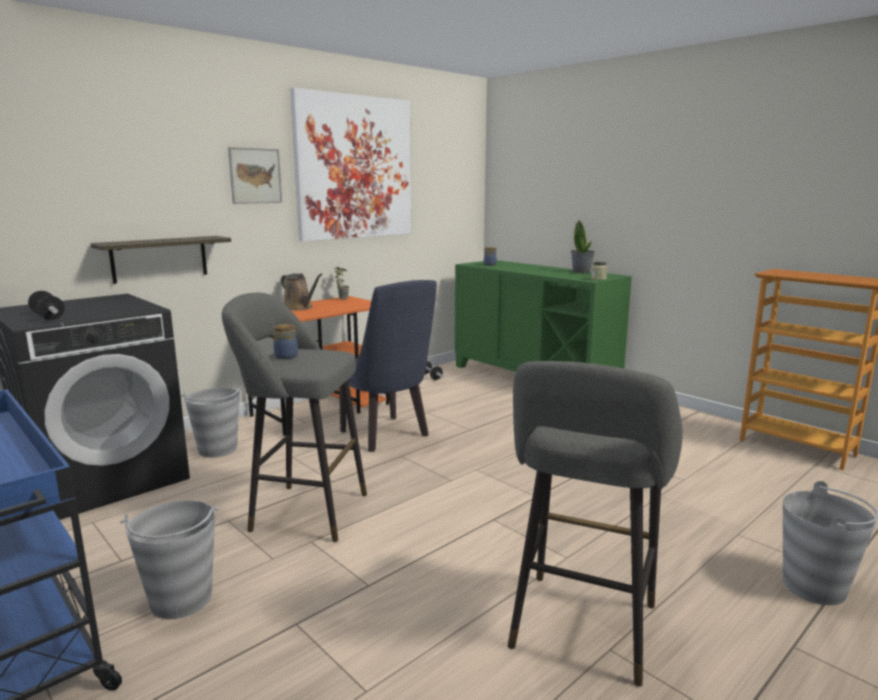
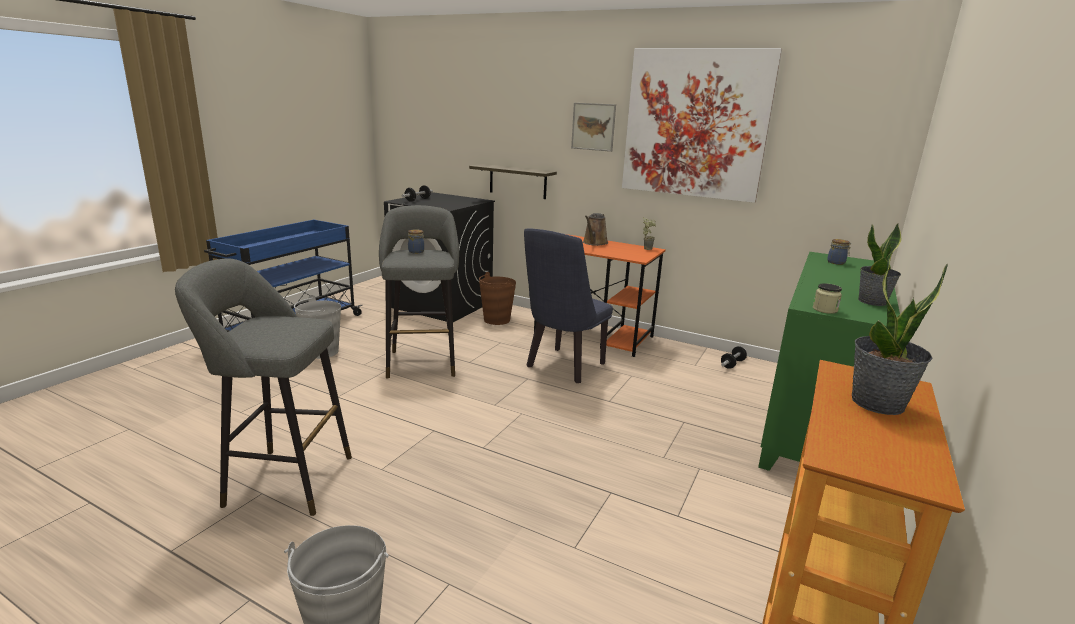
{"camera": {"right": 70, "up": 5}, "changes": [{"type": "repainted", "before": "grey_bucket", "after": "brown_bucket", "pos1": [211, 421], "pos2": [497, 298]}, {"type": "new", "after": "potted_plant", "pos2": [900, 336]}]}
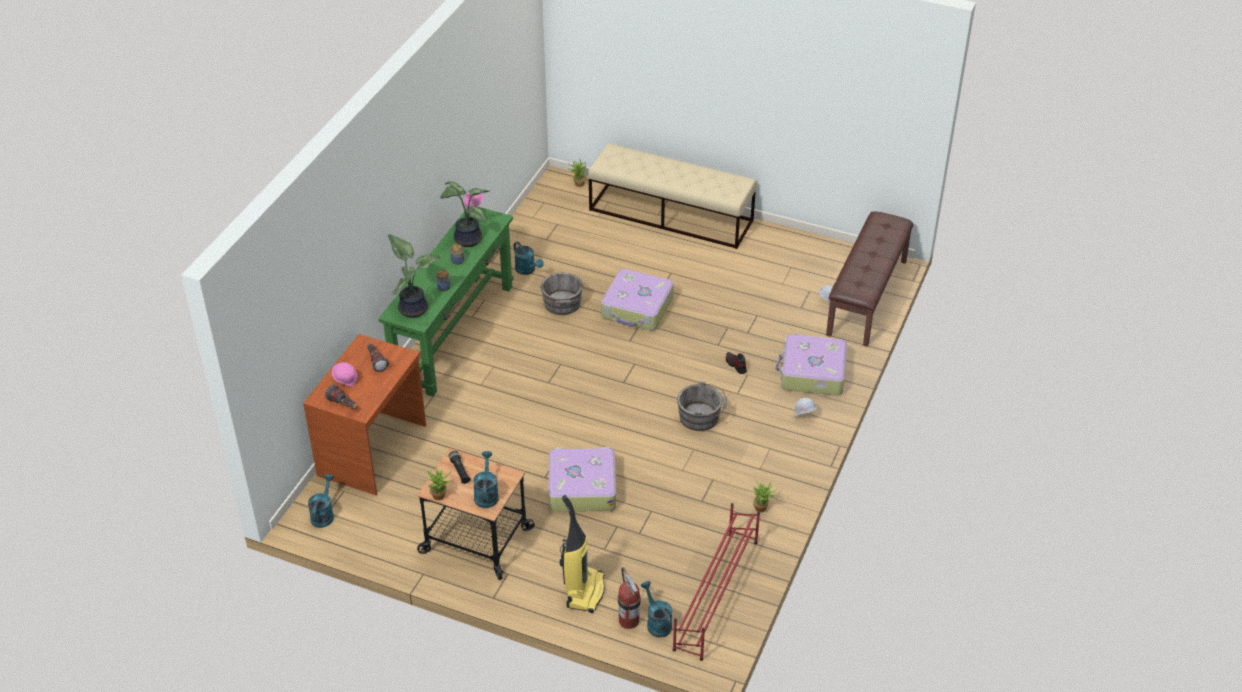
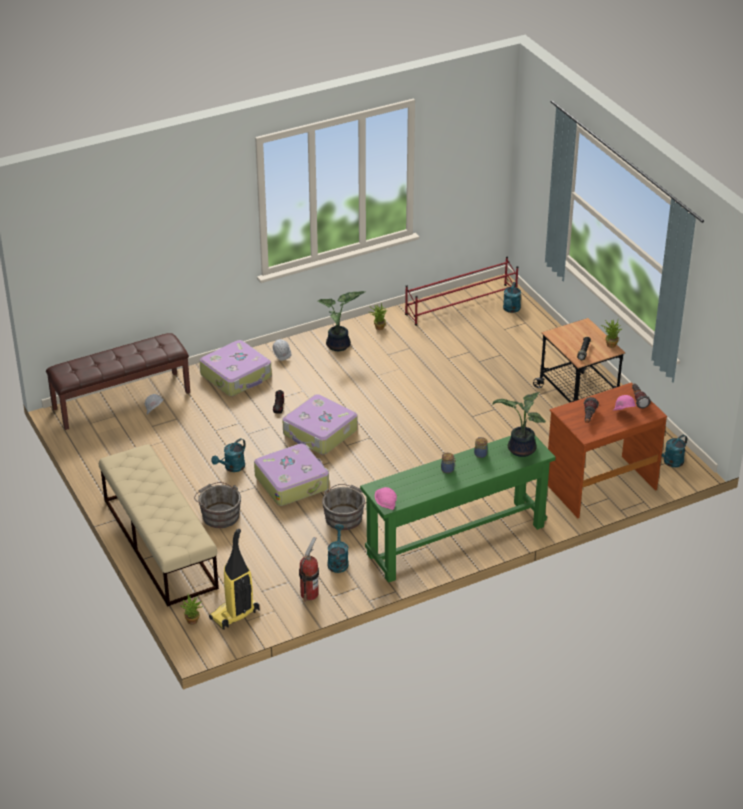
{"camera": {"right": -140, "up": -5}, "changes": [{"type": "shifted", "before": "grey_bucket", "pos1": [702, 406], "pos2": [217, 505]}, {"type": "shifted", "before": "vacuum_cleaner", "pos1": [582, 554], "pos2": [234, 579]}, {"type": "shifted", "before": "turquoise_watering_can", "pos1": [486, 479], "pos2": [228, 455]}, {"type": "shifted", "before": "suitcase", "pos1": [582, 479], "pos2": [320, 424]}, {"type": "shifted", "before": "fire_extinguisher", "pos1": [629, 598], "pos2": [309, 569]}, {"type": "shifted", "before": "potted_plant", "pos1": [464, 214], "pos2": [341, 321]}]}
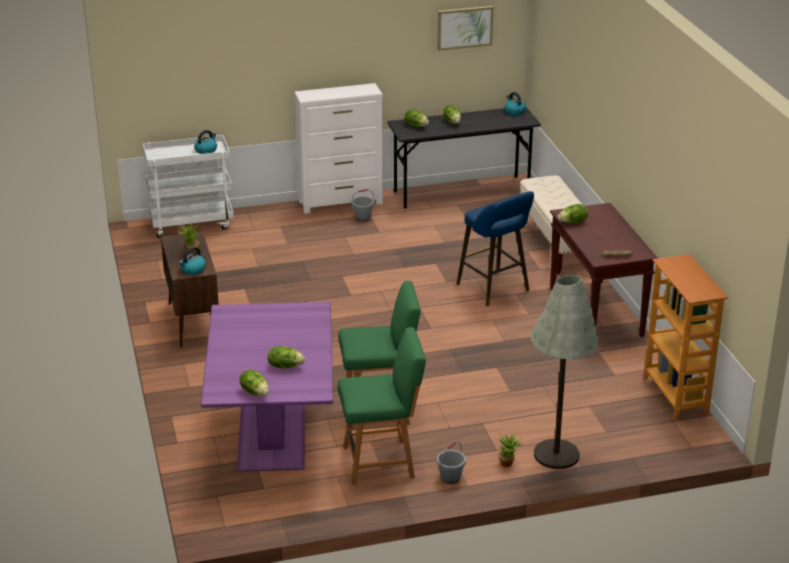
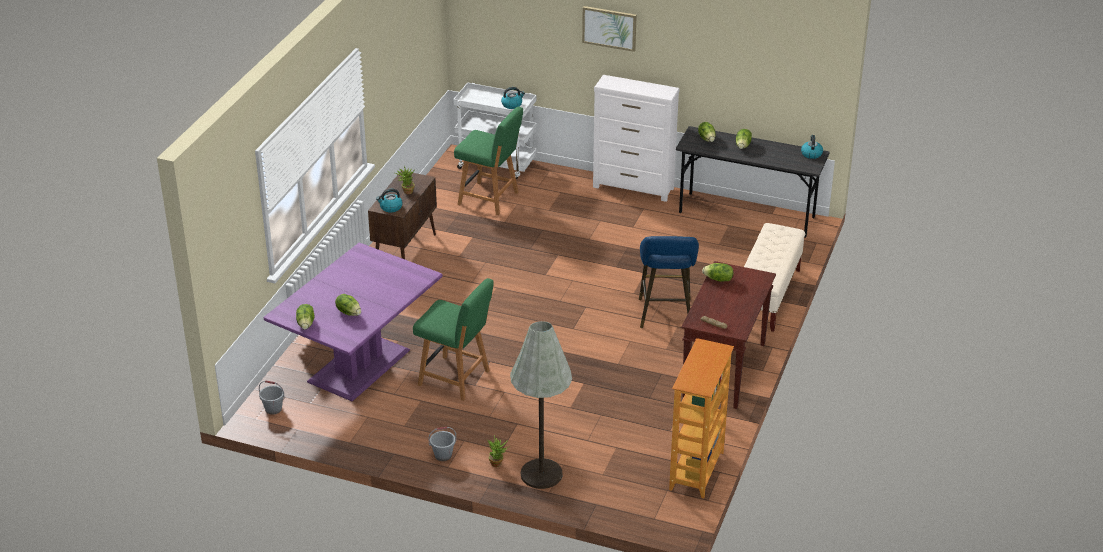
{"camera": {"right": 35, "up": 5}, "changes": [{"type": "shifted", "before": "grey_bucket", "pos1": [363, 205], "pos2": [272, 398]}, {"type": "shifted", "before": "green_chair", "pos1": [382, 406], "pos2": [488, 161]}, {"type": "shifted", "before": "picture", "pos1": [465, 28], "pos2": [609, 29]}]}
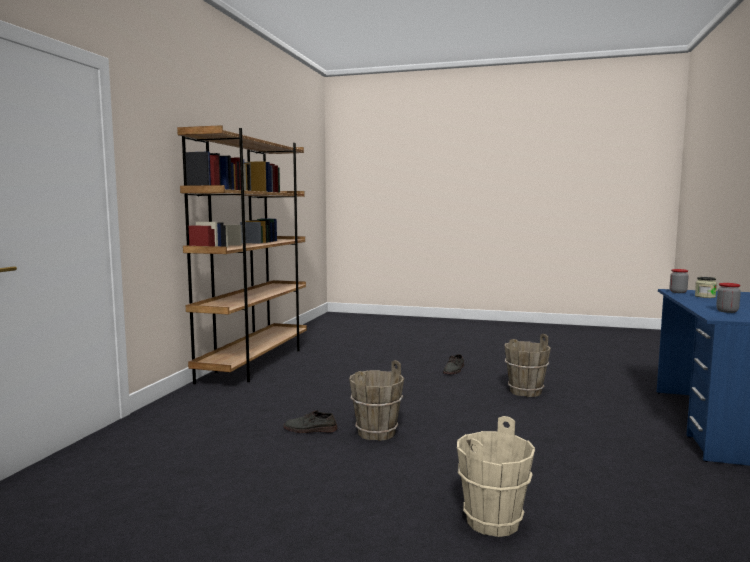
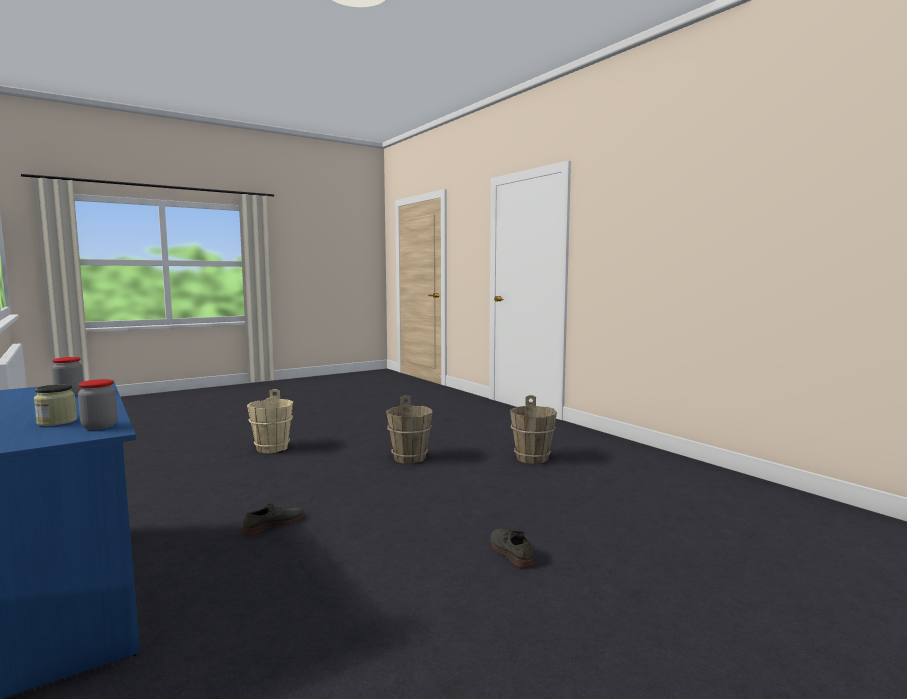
{"camera": {"right": 130, "up": 0}, "changes": [{"type": "shifted", "before": "grey_shoe", "pos1": [310, 421], "pos2": [274, 519]}, {"type": "shifted", "before": "brown_bucket", "pos1": [528, 365], "pos2": [533, 429]}, {"type": "gone", "before": "brown_bookcase", "pos1": [242, 254]}]}
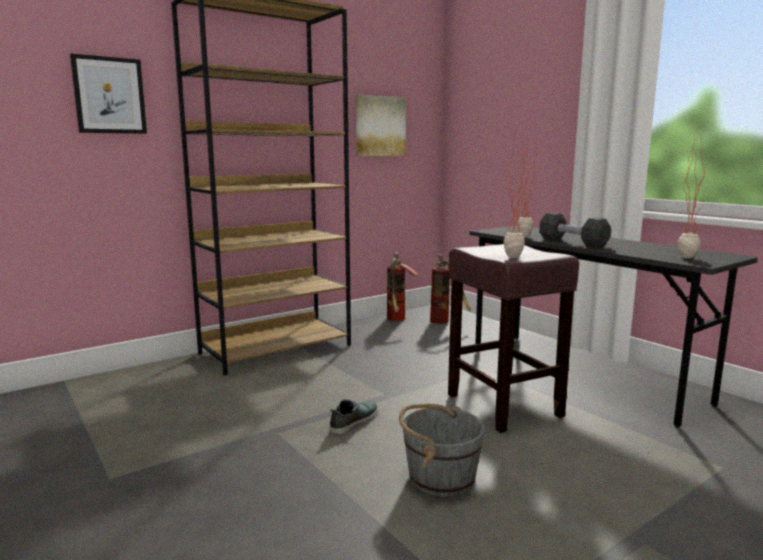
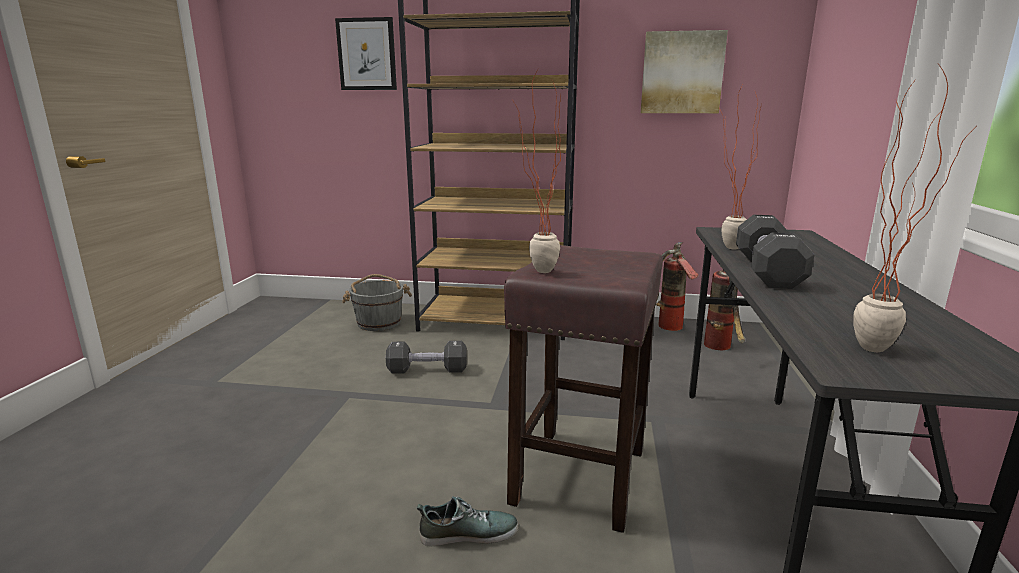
{"camera": {"right": 45, "up": 5}, "changes": [{"type": "shifted", "before": "grey_bucket", "pos1": [442, 450], "pos2": [377, 302]}, {"type": "new", "after": "black_dumbbell", "pos2": [426, 357]}, {"type": "shifted", "before": "shoe", "pos1": [354, 416], "pos2": [468, 521]}]}
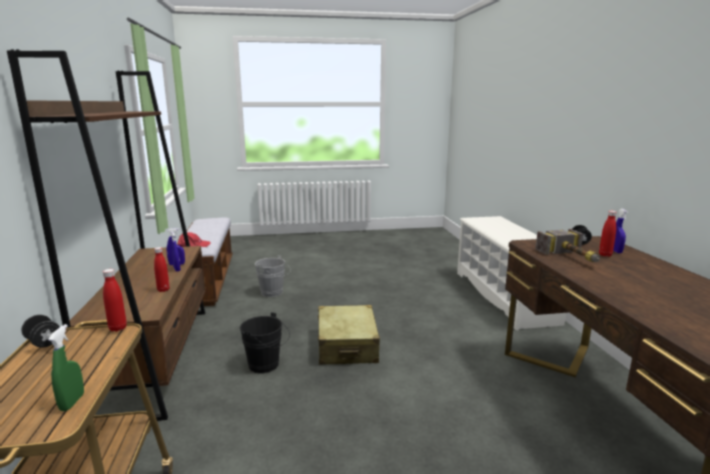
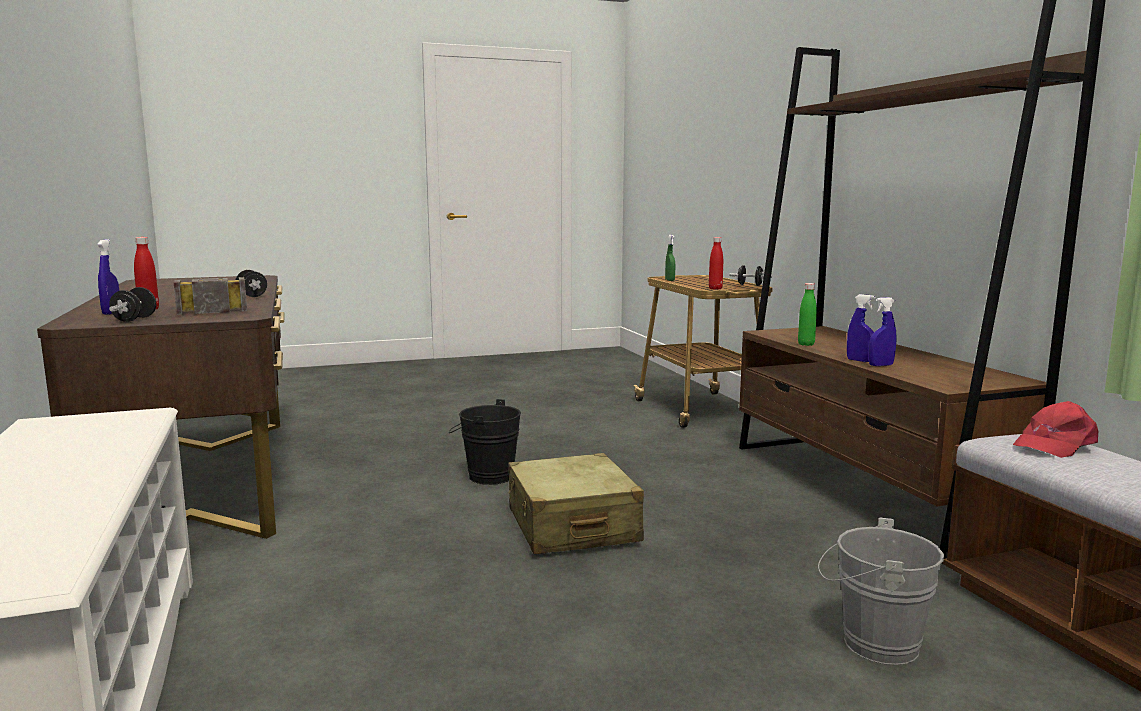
{"camera": {"right": 170, "up": -5}, "changes": [{"type": "new", "after": "black_dumbbell", "pos2": [251, 283]}, {"type": "shifted", "before": "black_bucket", "pos1": [265, 343], "pos2": [484, 442]}, {"type": "repainted", "before": "red_bottle", "after": "green_bottle", "pos1": [162, 269], "pos2": [807, 314]}]}
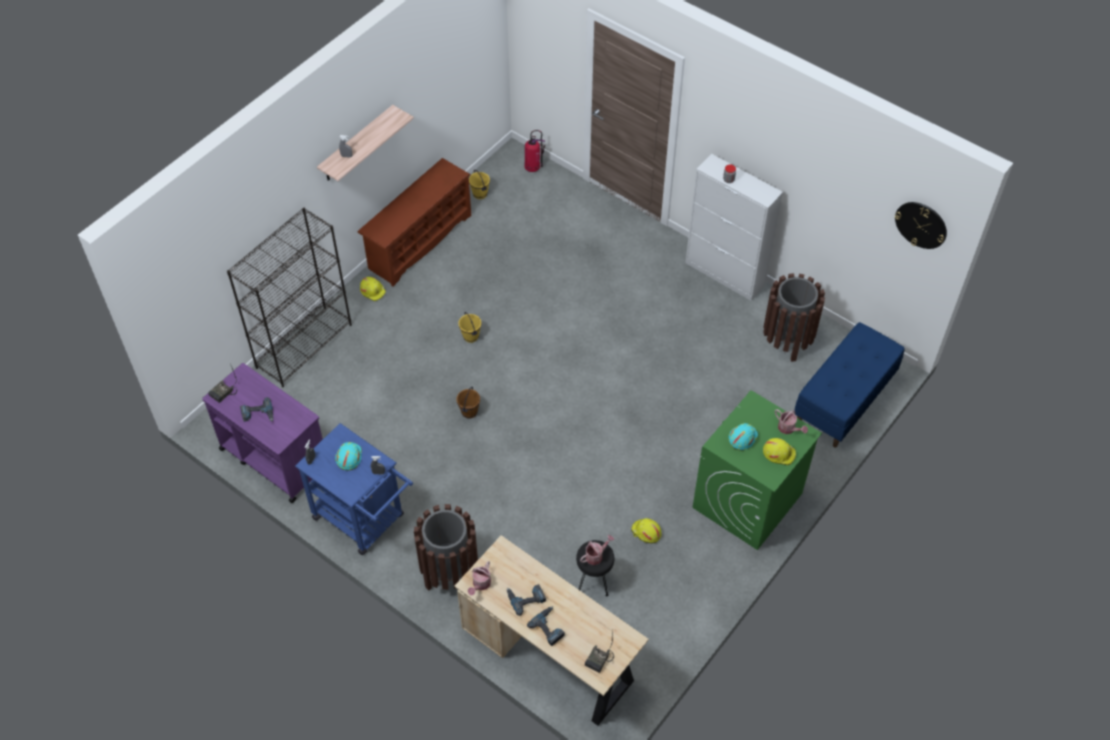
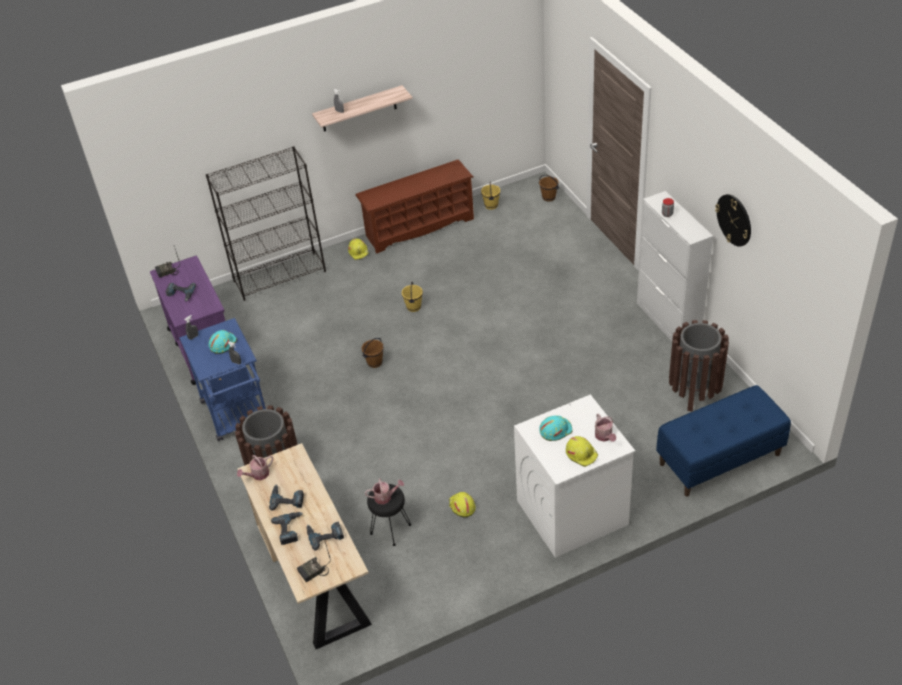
{"camera": {"right": 30, "up": -10}, "changes": [{"type": "new", "after": "power_drill", "pos2": [325, 536]}, {"type": "repainted", "before": "green_washing_machine", "after": "white_washing_machine", "pos1": [757, 470], "pos2": [574, 476]}, {"type": "swapped", "before": "fire_extinguisher", "after": "brown_bucket", "pos1": [534, 151], "pos2": [548, 188]}, {"type": "shifted", "before": "wall_clock", "pos1": [921, 225], "pos2": [733, 220]}]}
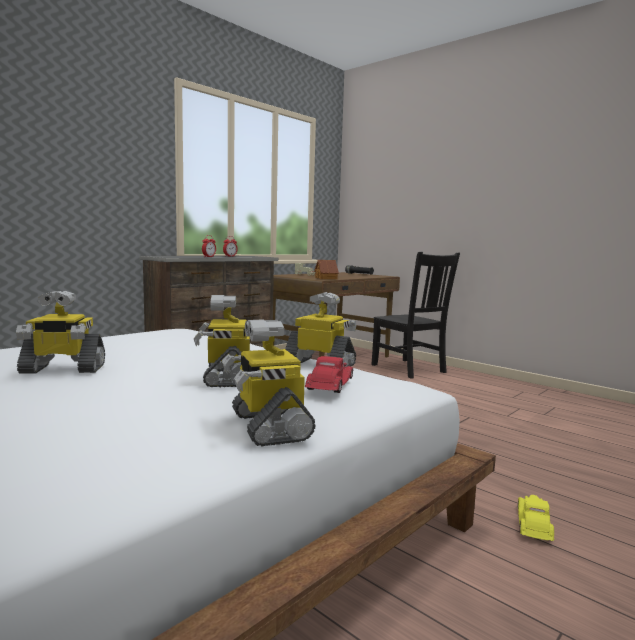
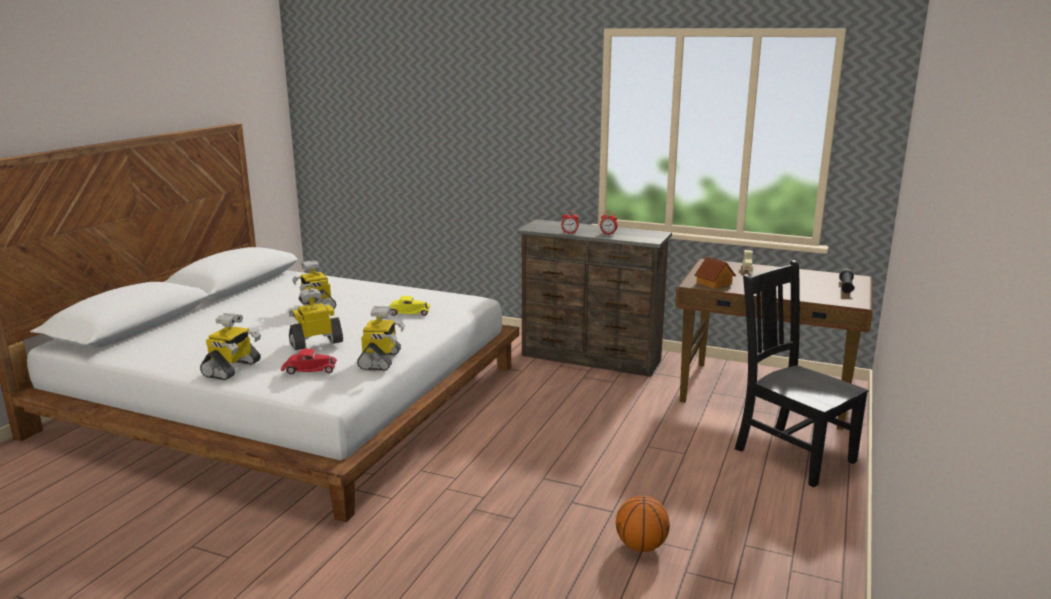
{"camera": {"right": 70, "up": 10}, "changes": [{"type": "rotated", "before": "toy_robot", "pos1": [268, 383], "pos2": [230, 346], "turn": 150}, {"type": "shifted", "before": "yellow_toy_car", "pos1": [536, 518], "pos2": [410, 306]}, {"type": "new", "after": "basketball", "pos2": [643, 524]}, {"type": "rotated", "before": "black_chair", "pos1": [415, 315], "pos2": [802, 374], "turn": 105}]}
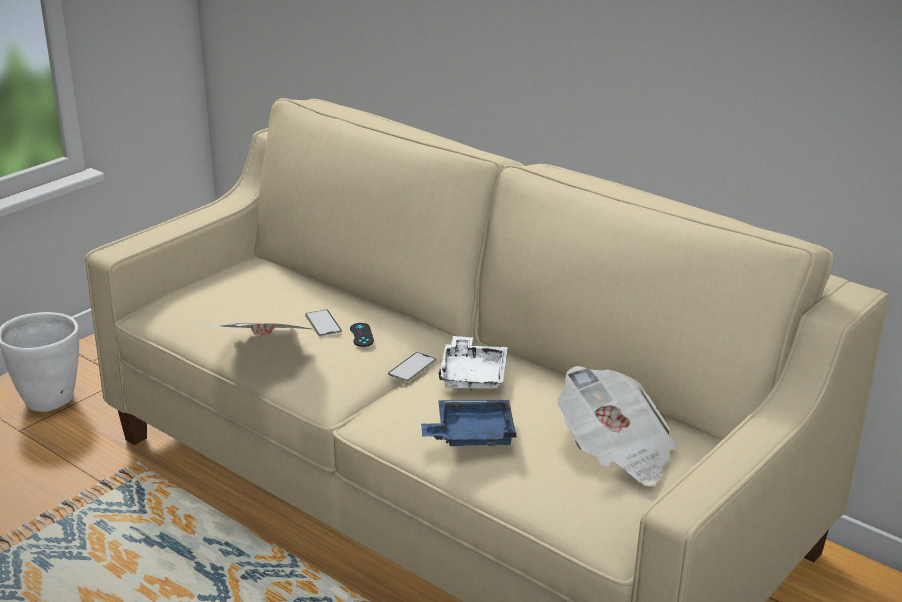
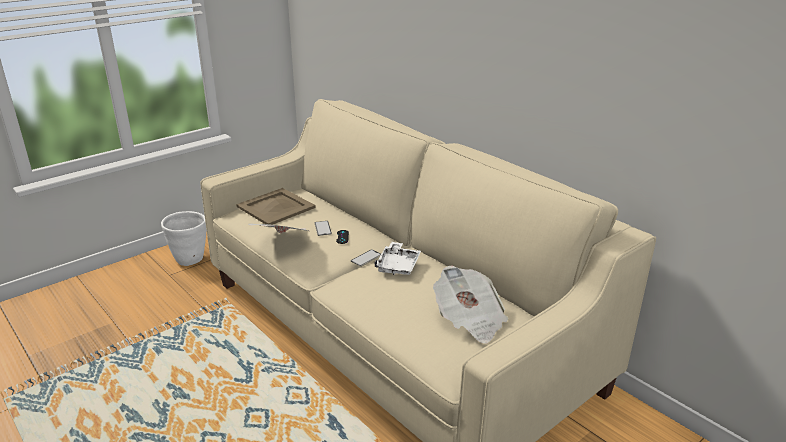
{"camera": {"right": 10, "up": 0}, "changes": [{"type": "new", "after": "beige_tray", "pos2": [276, 206]}, {"type": "gone", "before": "blue_tray", "pos1": [469, 423]}]}
